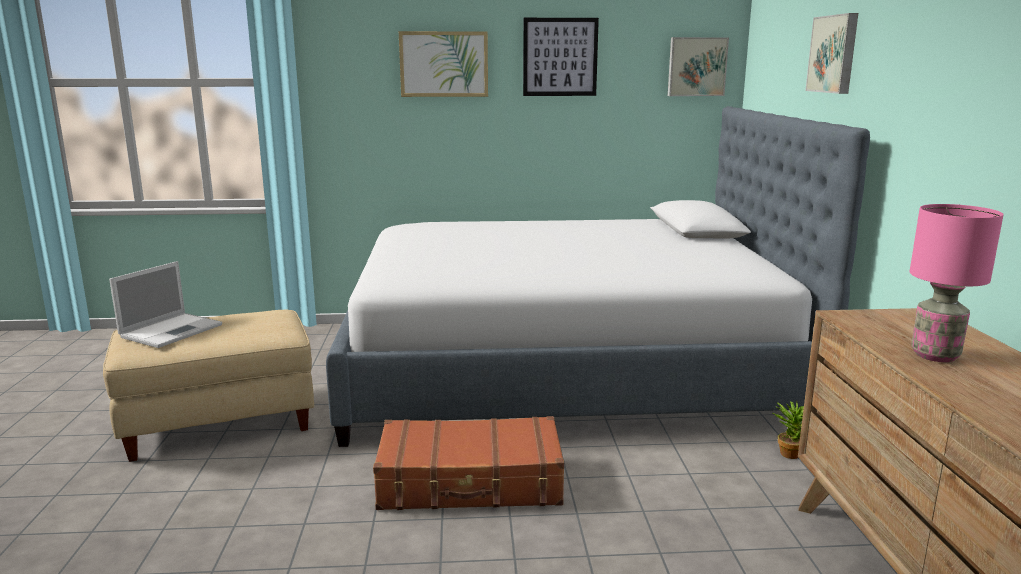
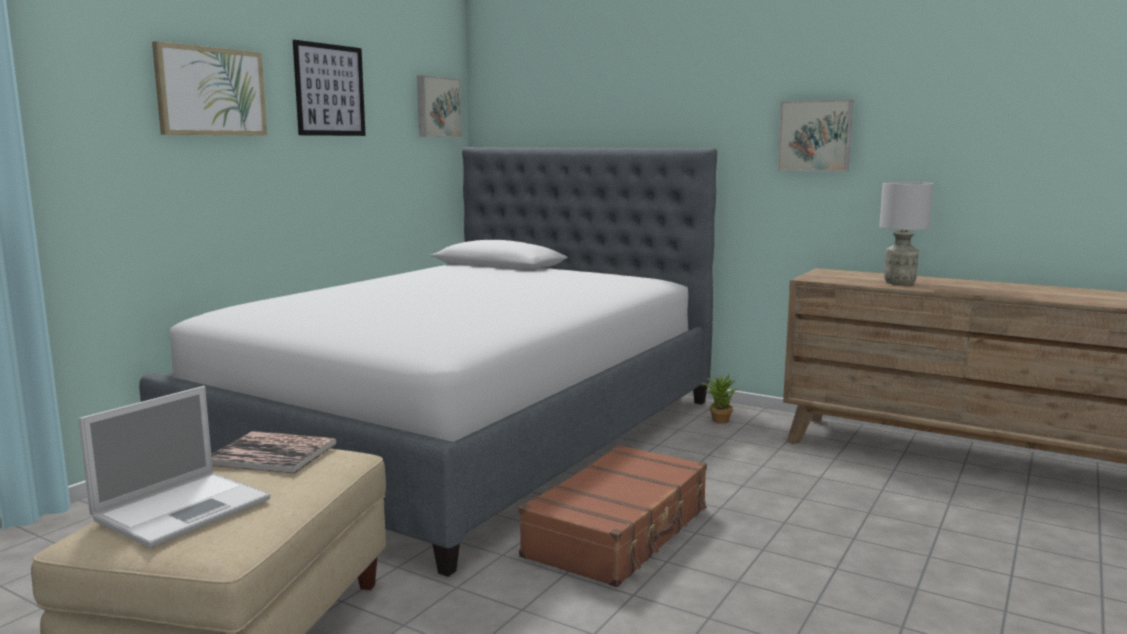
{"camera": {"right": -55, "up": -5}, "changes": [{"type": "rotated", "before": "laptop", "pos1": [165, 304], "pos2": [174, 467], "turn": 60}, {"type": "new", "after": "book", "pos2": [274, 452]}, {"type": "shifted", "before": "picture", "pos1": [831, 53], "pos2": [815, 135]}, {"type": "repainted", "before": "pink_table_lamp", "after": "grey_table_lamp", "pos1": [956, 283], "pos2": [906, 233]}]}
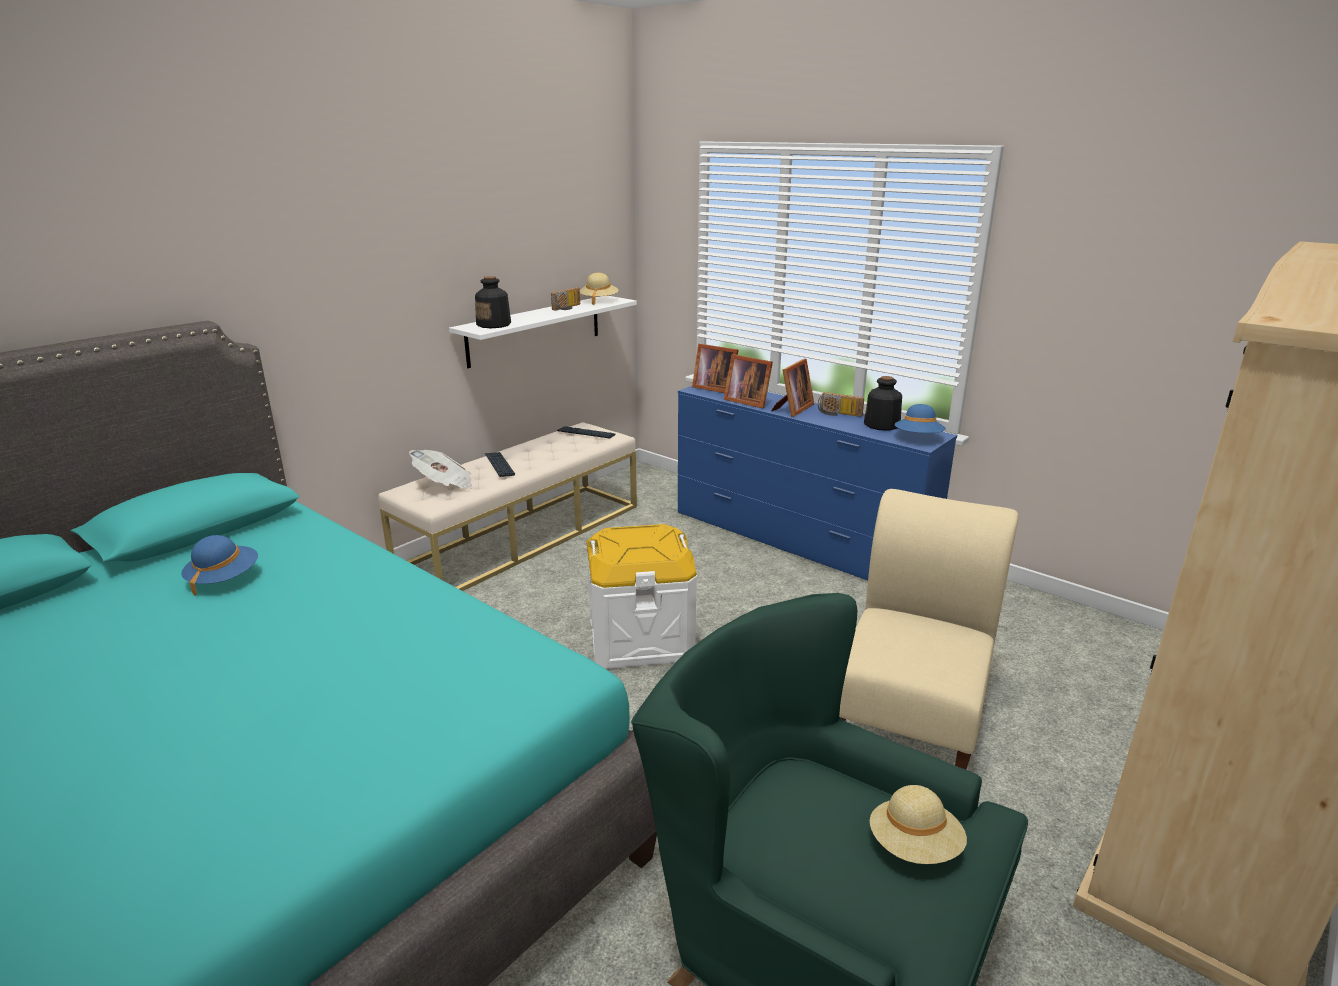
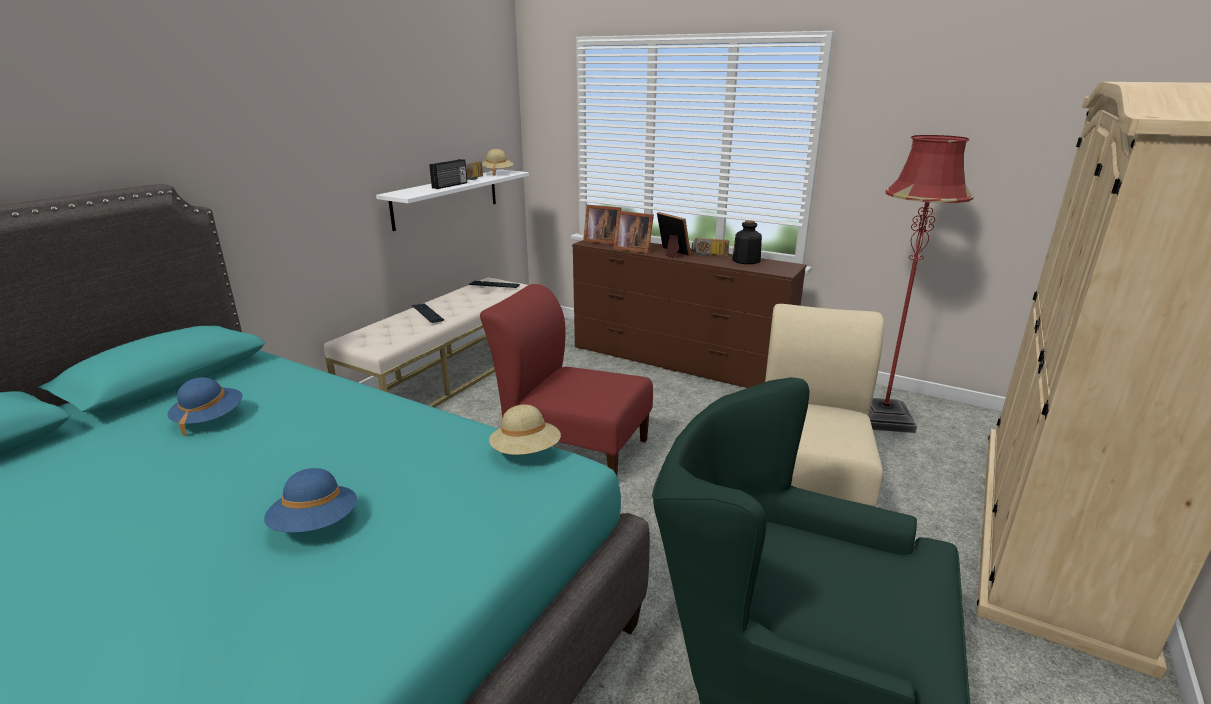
{"camera": {"right": -10, "up": 0}, "changes": [{"type": "shifted", "before": "blue_hat", "pos1": [920, 418], "pos2": [310, 500]}, {"type": "new", "after": "radio", "pos2": [448, 174]}, {"type": "swapped", "before": "white_storage_box", "after": "red_chair", "pos1": [642, 596], "pos2": [566, 380]}, {"type": "shifted", "before": "beige_hat", "pos1": [918, 824], "pos2": [525, 430]}, {"type": "repainted", "before": "blue_dresser", "after": "brown_dresser", "pos1": [817, 483], "pos2": [689, 314]}, {"type": "rotated", "before": "picture_frame", "pos1": [792, 388], "pos2": [674, 235], "turn": -60}, {"type": "new", "after": "red_floor_lamp", "pos2": [921, 284]}, {"type": "gone", "before": "newspaper", "pos1": [440, 469]}, {"type": "gone", "before": "bottle", "pos1": [493, 302]}]}
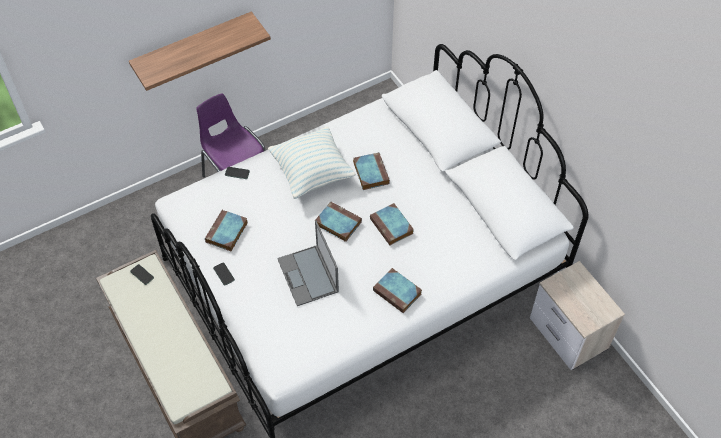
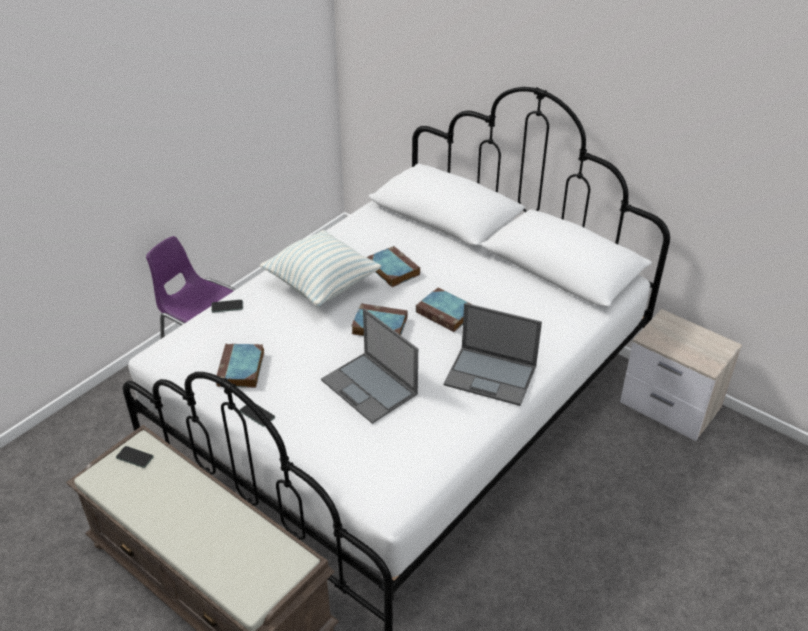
{"camera": {"right": -20, "up": -15}, "changes": [{"type": "swapped", "before": "book", "after": "laptop", "pos1": [397, 290], "pos2": [493, 354]}, {"type": "gone", "before": "shelf", "pos1": [200, 51]}]}
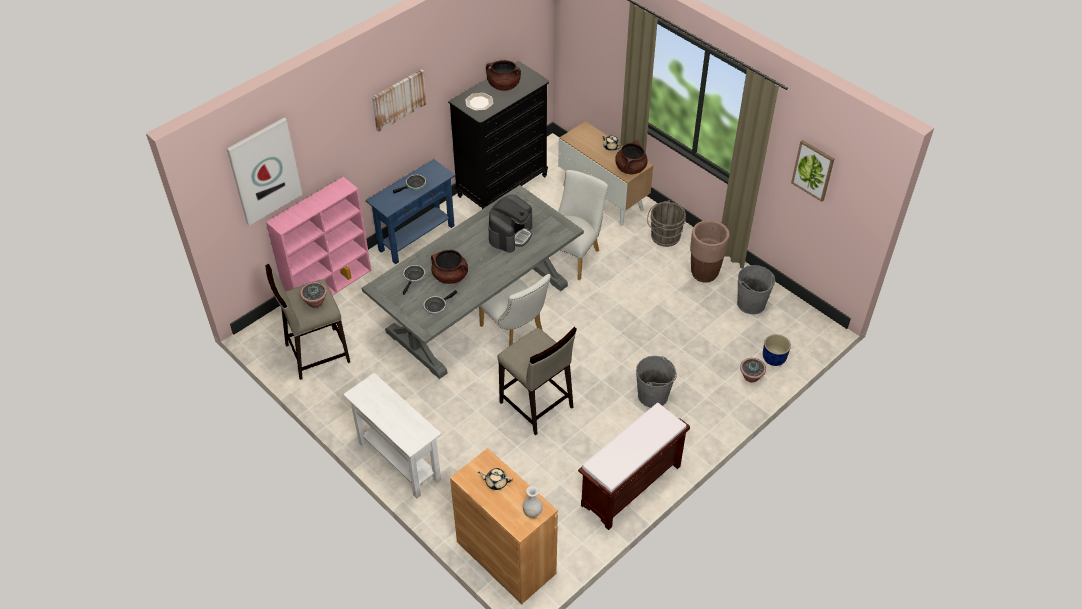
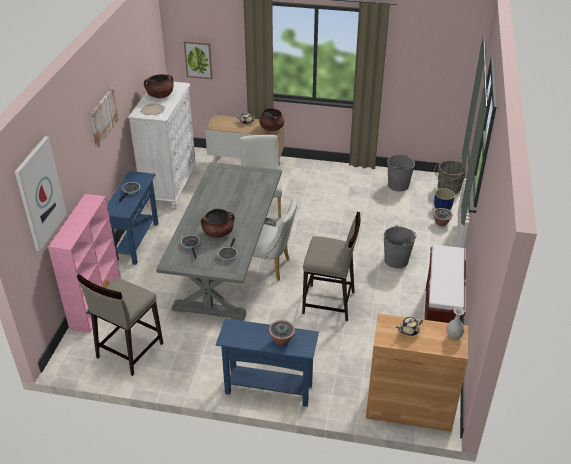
{"camera": {"right": -35, "up": -10}, "changes": [{"type": "repainted", "before": "black_dresser", "after": "white_dresser", "pos1": [498, 135], "pos2": [162, 145]}, {"type": "shifted", "before": "picture", "pos1": [812, 171], "pos2": [198, 60]}, {"type": "repainted", "before": "white_console_table", "after": "blue_console_table", "pos1": [392, 436], "pos2": [267, 362]}, {"type": "shifted", "before": "potted_plant", "pos1": [313, 295], "pos2": [282, 333]}, {"type": "shifted", "before": "grey_bucket", "pos1": [666, 223], "pos2": [450, 177]}, {"type": "gone", "before": "coffee_machine", "pos1": [510, 224]}, {"type": "gone", "before": "brown_planter", "pos1": [710, 251]}]}
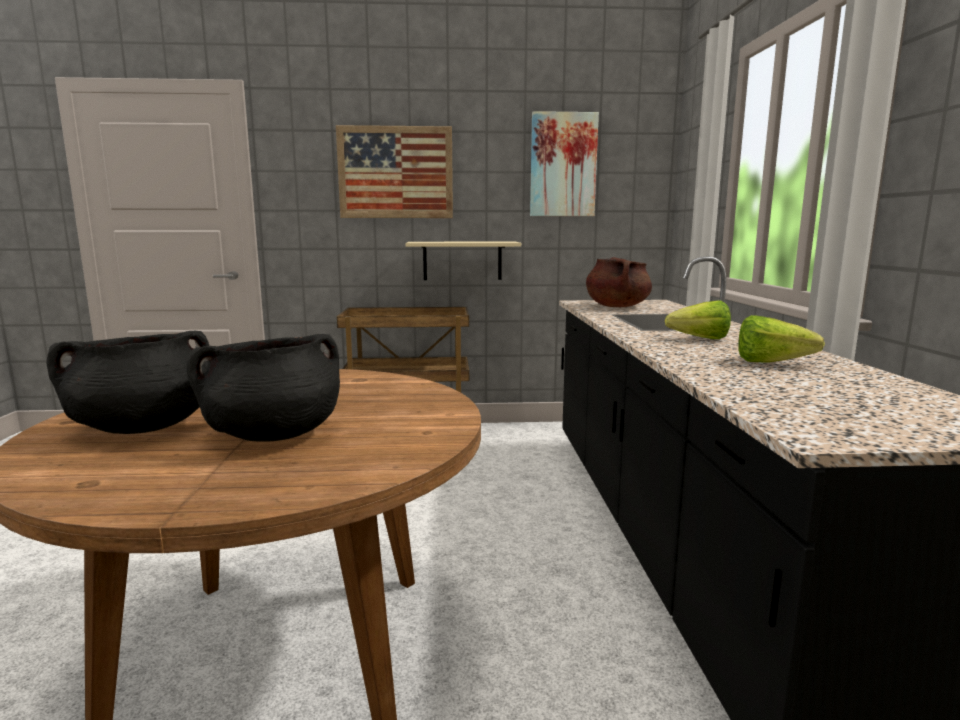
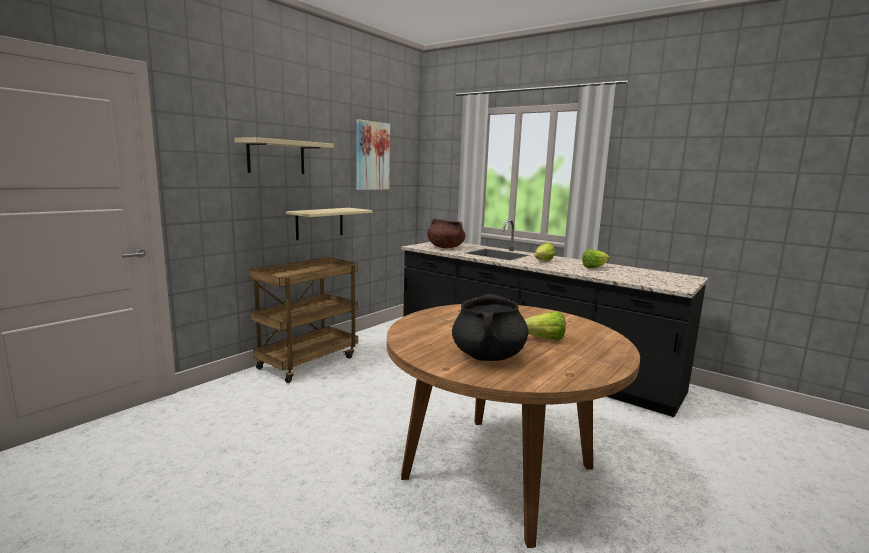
{"camera": {"right": -50, "up": 0}, "changes": [{"type": "swapped", "before": "picture", "after": "beige_shelf", "pos1": [394, 171], "pos2": [284, 155]}, {"type": "swapped", "before": "black_cooking_pot", "after": "lettuce", "pos1": [263, 388], "pos2": [545, 326]}]}
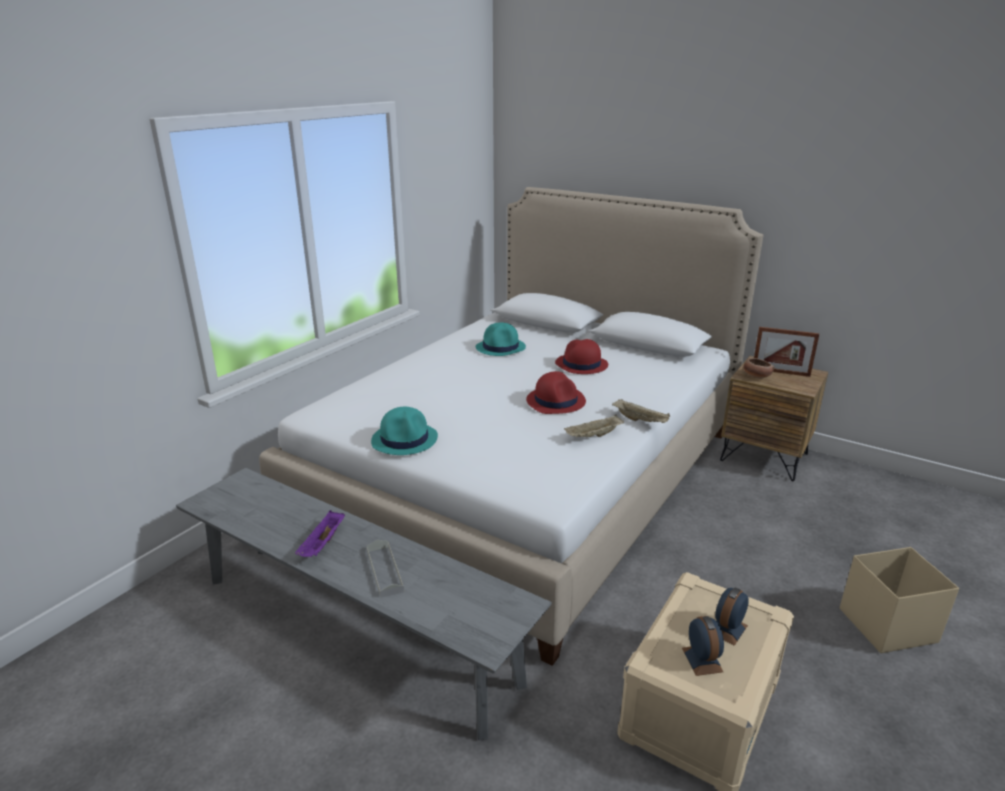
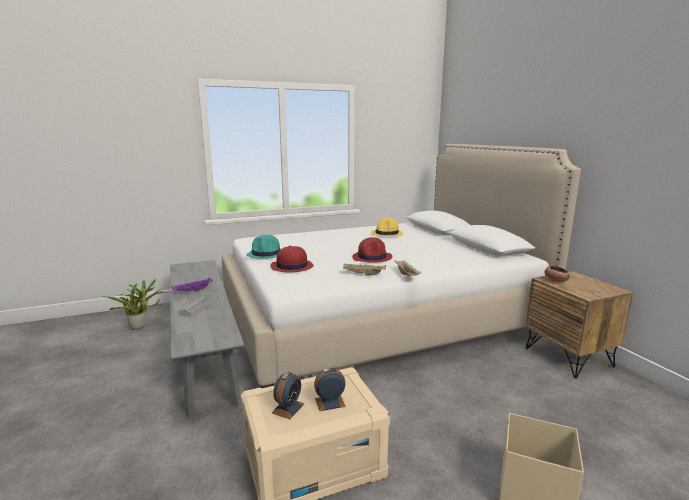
{"camera": {"right": 35, "up": -10}, "changes": [{"type": "new", "after": "potted_plant", "pos2": [135, 304]}, {"type": "shifted", "before": "red_hat", "pos1": [581, 356], "pos2": [292, 258]}, {"type": "repainted", "before": "turquoise_hat", "after": "yellow_hat", "pos1": [501, 339], "pos2": [387, 227]}, {"type": "gone", "before": "picture_frame", "pos1": [786, 352]}]}
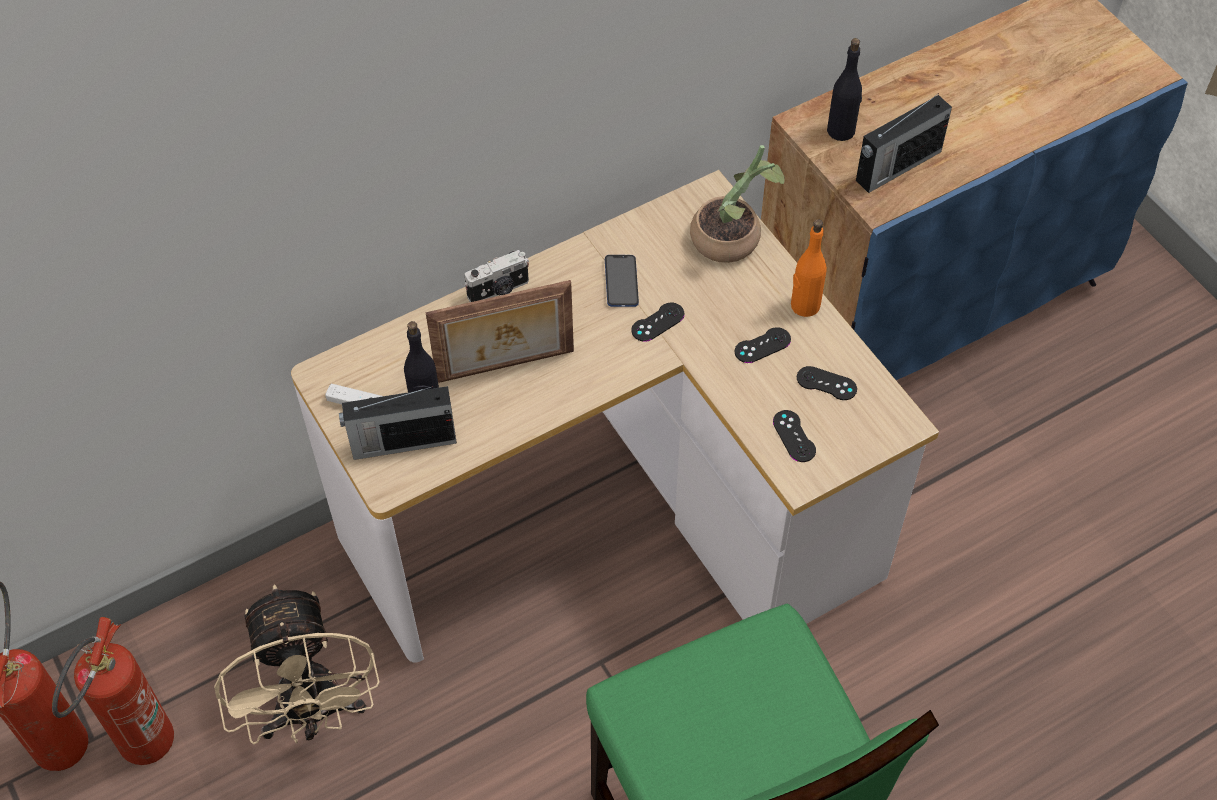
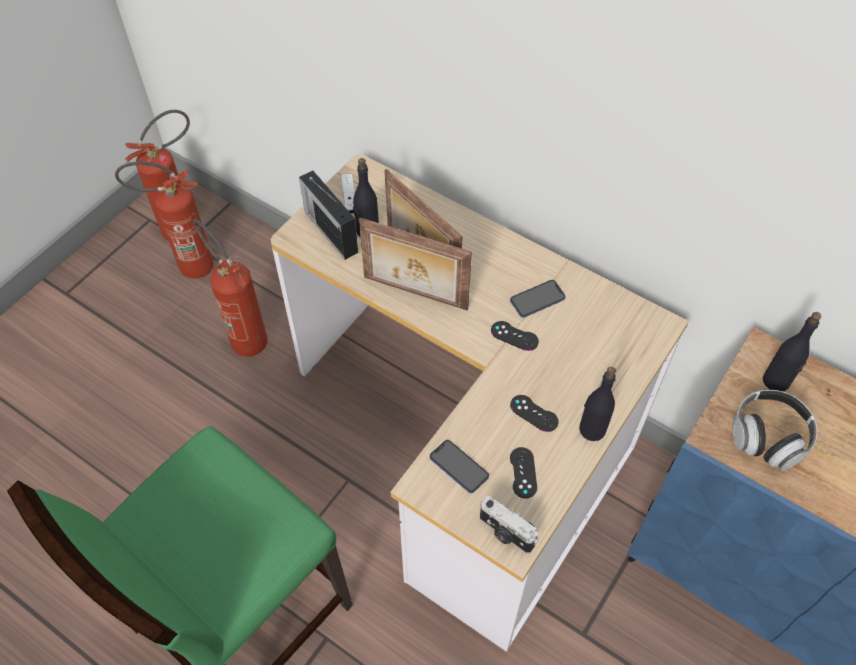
{"camera": {"right": 65, "up": 0}, "changes": [{"type": "swapped", "before": "beige_fan", "after": "fire_extinguisher", "pos1": [297, 664], "pos2": [230, 288]}, {"type": "new", "after": "picture_frame", "pos2": [415, 264]}, {"type": "swapped", "before": "black_game_controller", "after": "phone", "pos1": [794, 436], "pos2": [459, 466]}, {"type": "shifted", "before": "photo_camera", "pos1": [496, 276], "pos2": [509, 525]}, {"type": "repainted", "before": "orange_bottle", "after": "black_bottle", "pos1": [809, 268], "pos2": [597, 404]}, {"type": "swapped", "before": "radio", "after": "headphones", "pos1": [904, 143], "pos2": [774, 430]}, {"type": "gone", "before": "potted_plant", "pos1": [737, 204]}]}
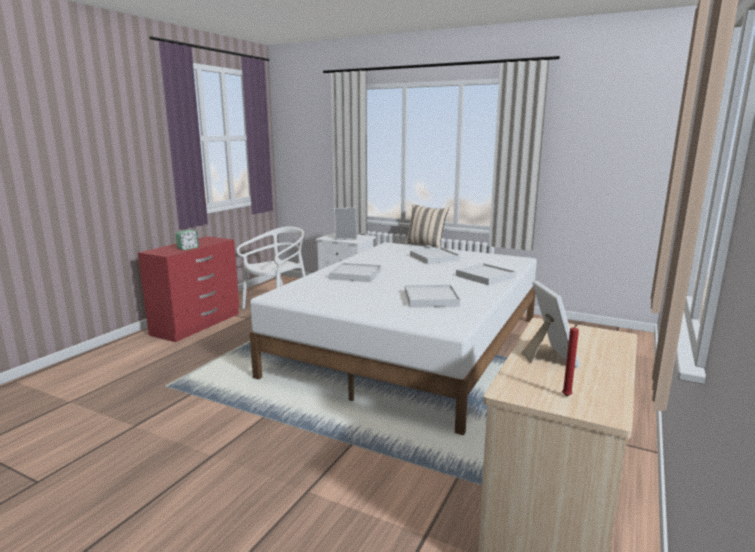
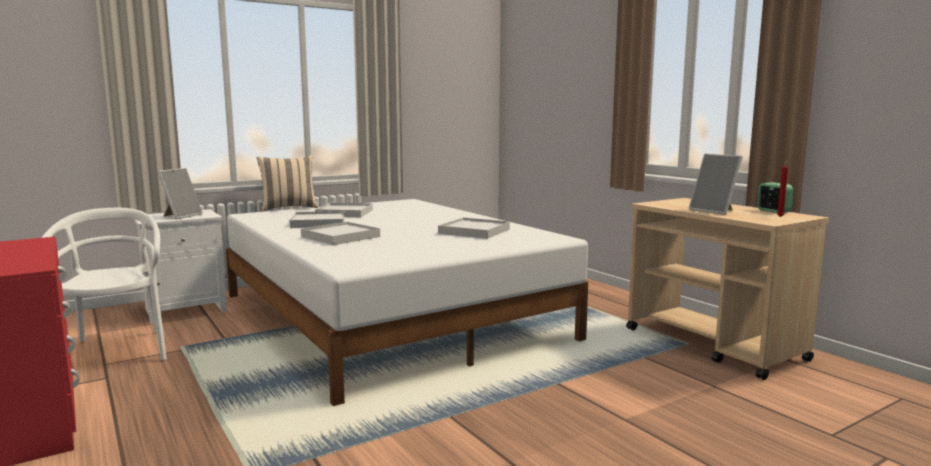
{"camera": {"right": -60, "up": -5}, "changes": [{"type": "shifted", "before": "white_tray", "pos1": [486, 274], "pos2": [317, 219]}, {"type": "rotated", "before": "picture_frame", "pos1": [550, 324], "pos2": [716, 184], "turn": -150}, {"type": "shifted", "before": "alarm_clock", "pos1": [187, 240], "pos2": [775, 197]}]}
